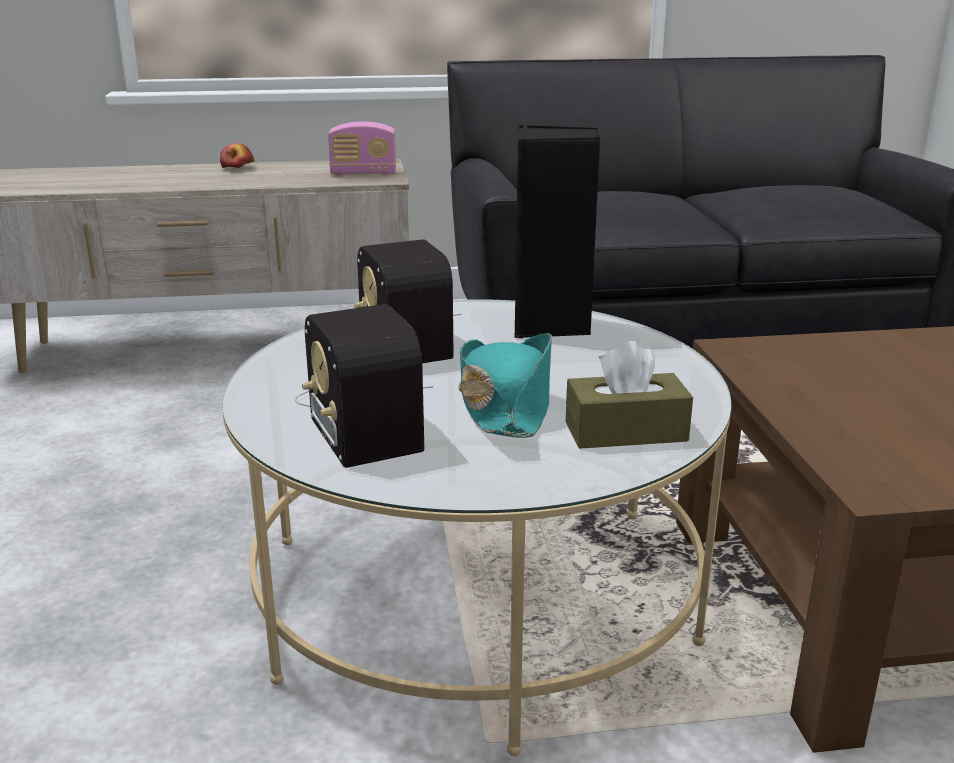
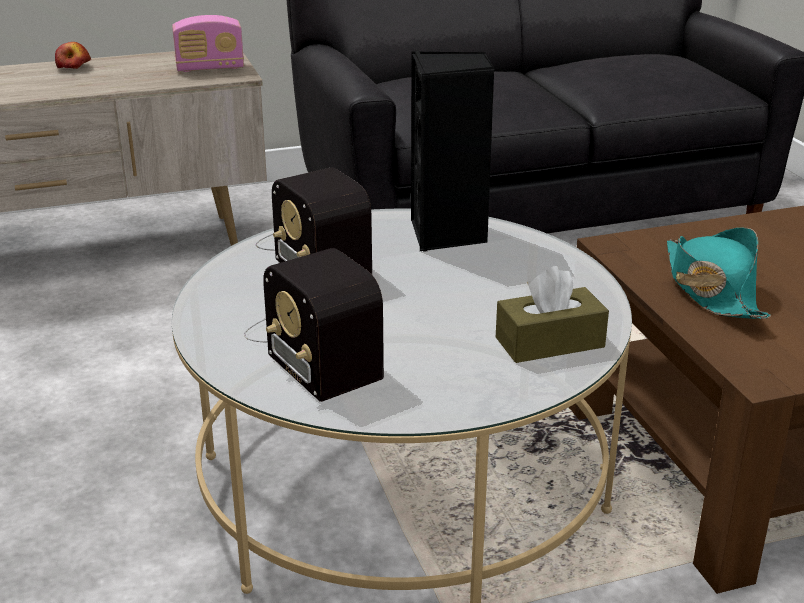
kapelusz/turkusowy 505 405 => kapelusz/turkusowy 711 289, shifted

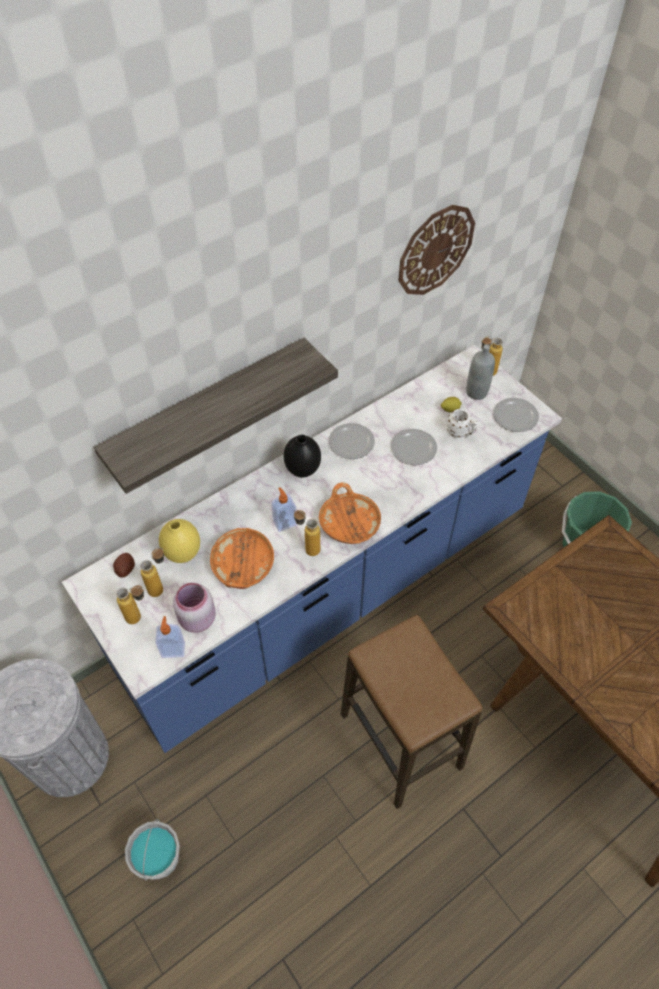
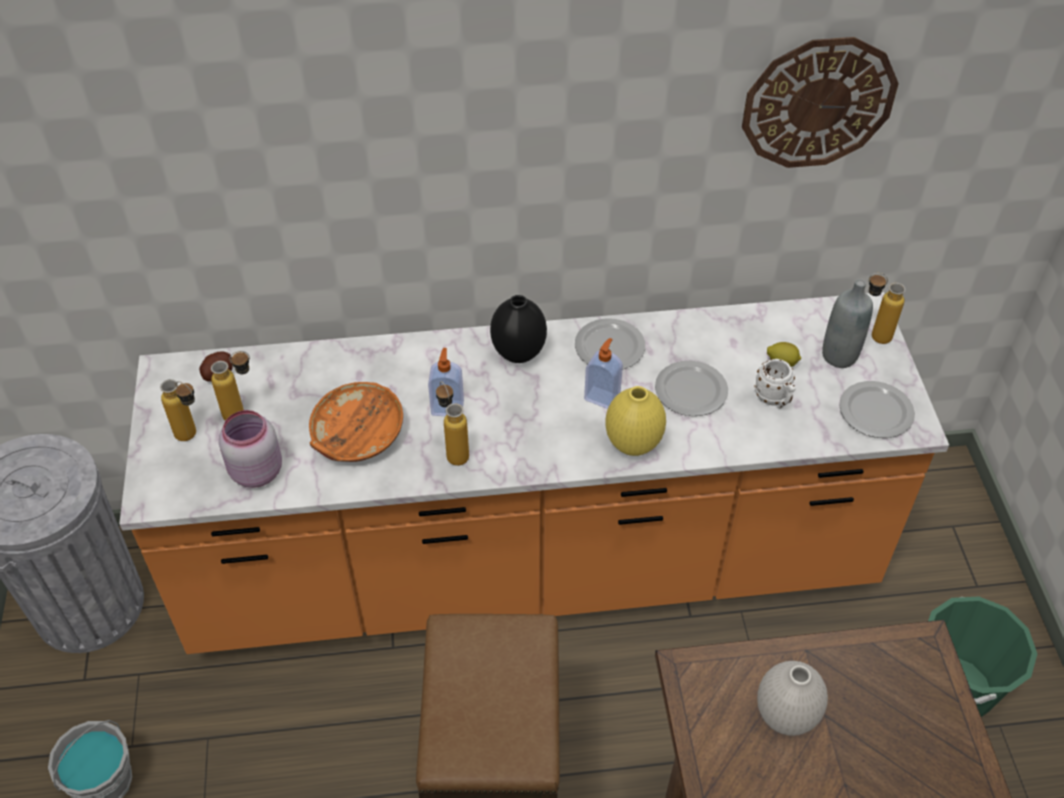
zabudowa kuchenna/niebieski 329 592 => zabudowa kuchenna/pomarańczowy 532 567
półka 208 409 => nothing
dozownik mydła 173 649 => dozownik mydła 602 397, shifted
wazon/żółty 183 553 => wazon/żółty 633 444, shifted
miska/pomarańczowy 349 523 => nothing
nothing => wazon/biały 786 717

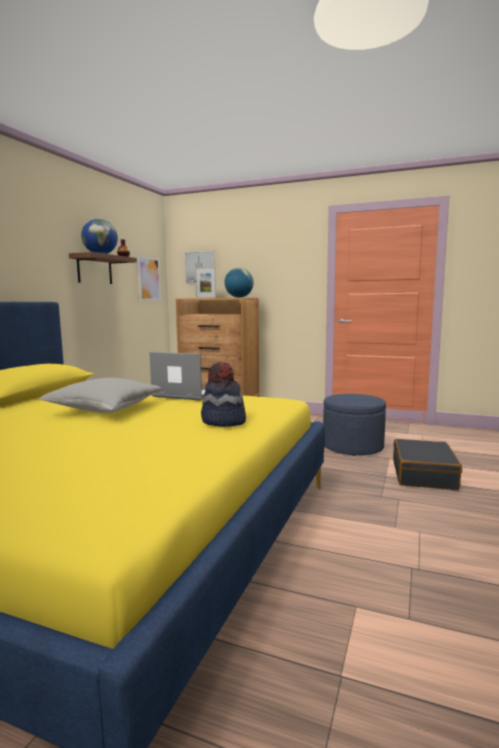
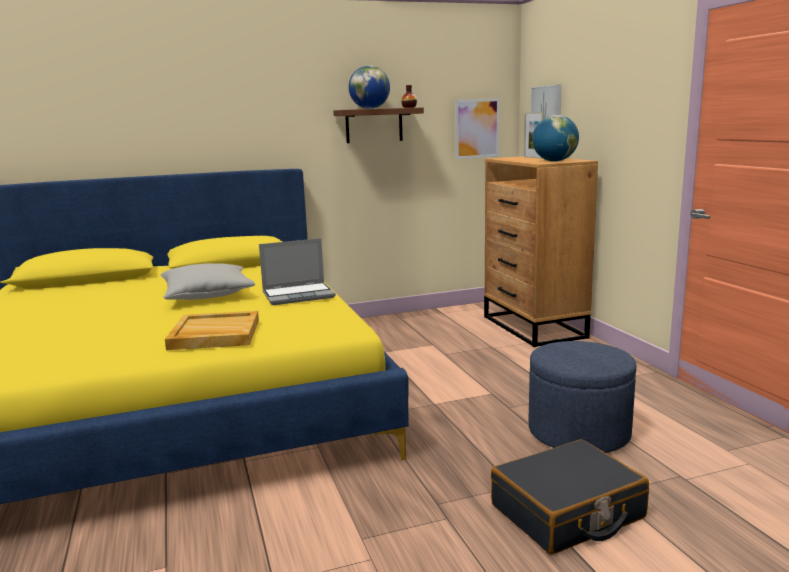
laptop 184 394 => laptop 299 295, 90 degrees clockwise
kapelusz 223 421 => taca/beżowy 214 334

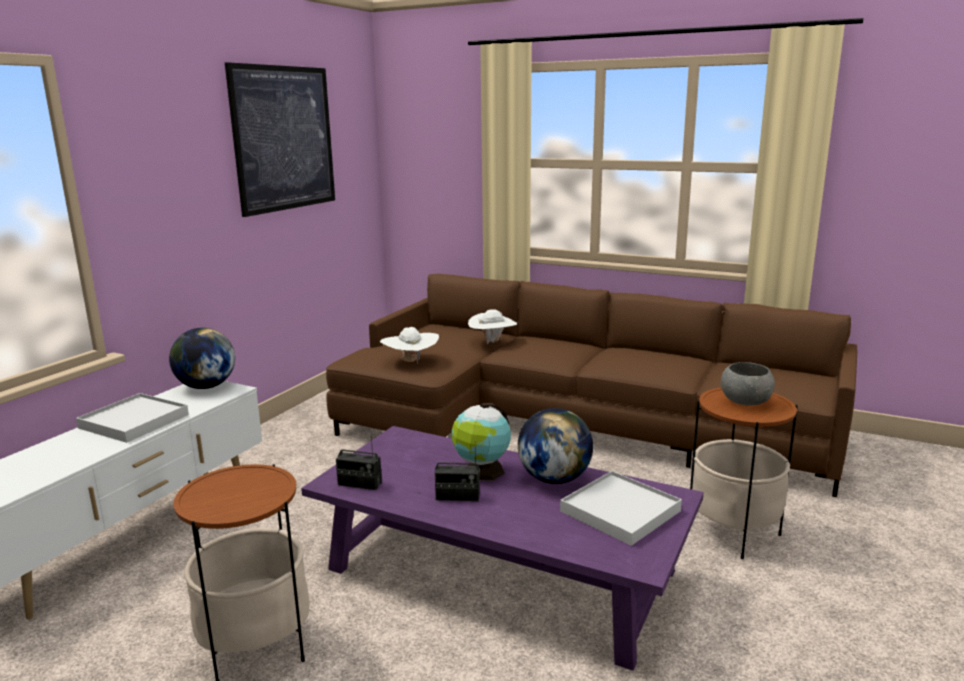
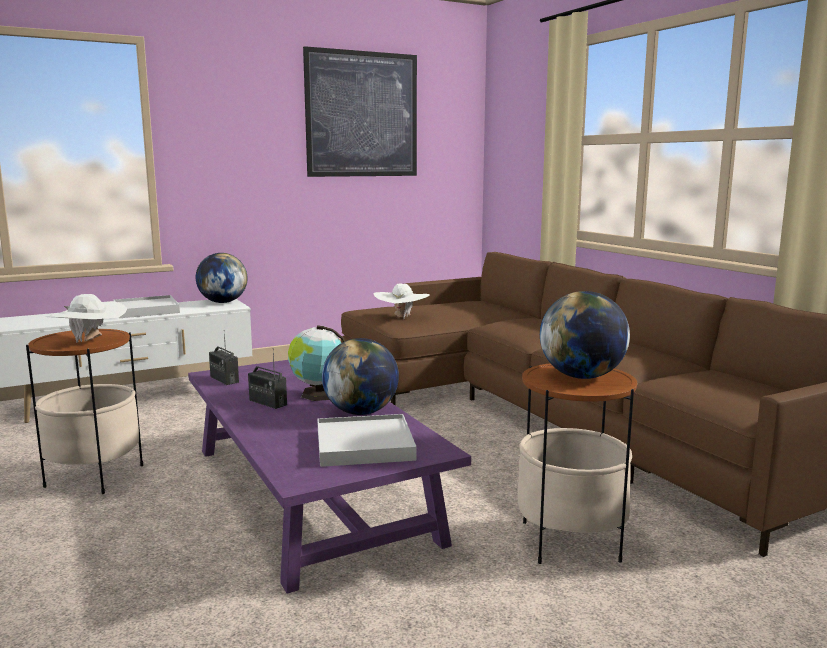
kapelusz/biały 492 342 => kapelusz/biały 90 342, shifted
miska/szary 745 401 => globus 582 376

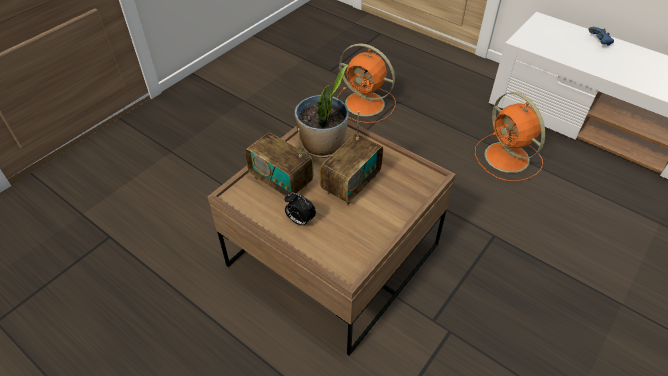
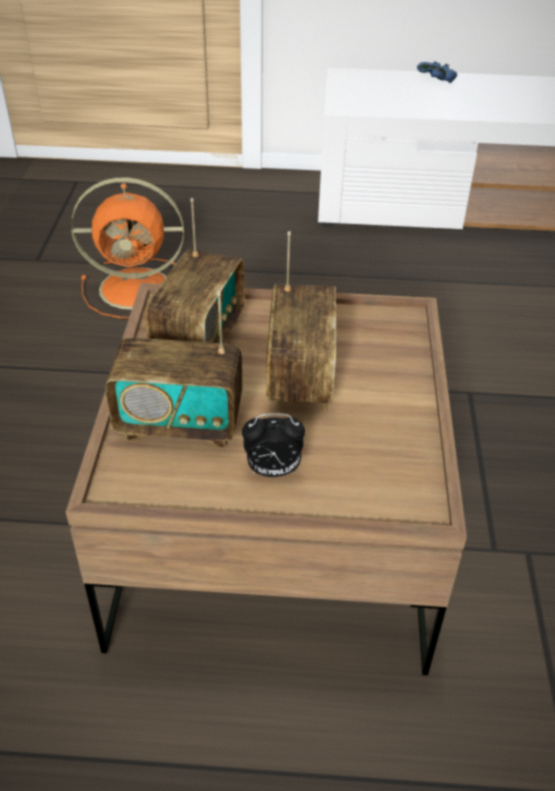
roślina doniczkowa 322 146 => radio 199 341
wentylator/pomarańczowy 508 158 => nothing

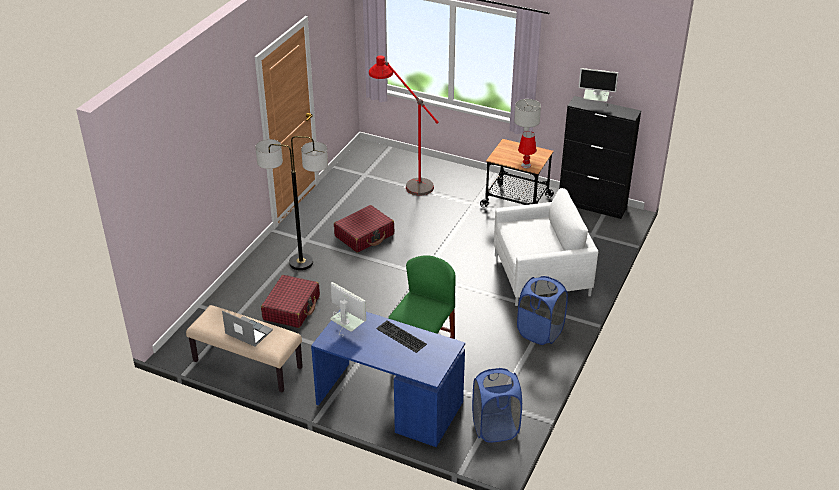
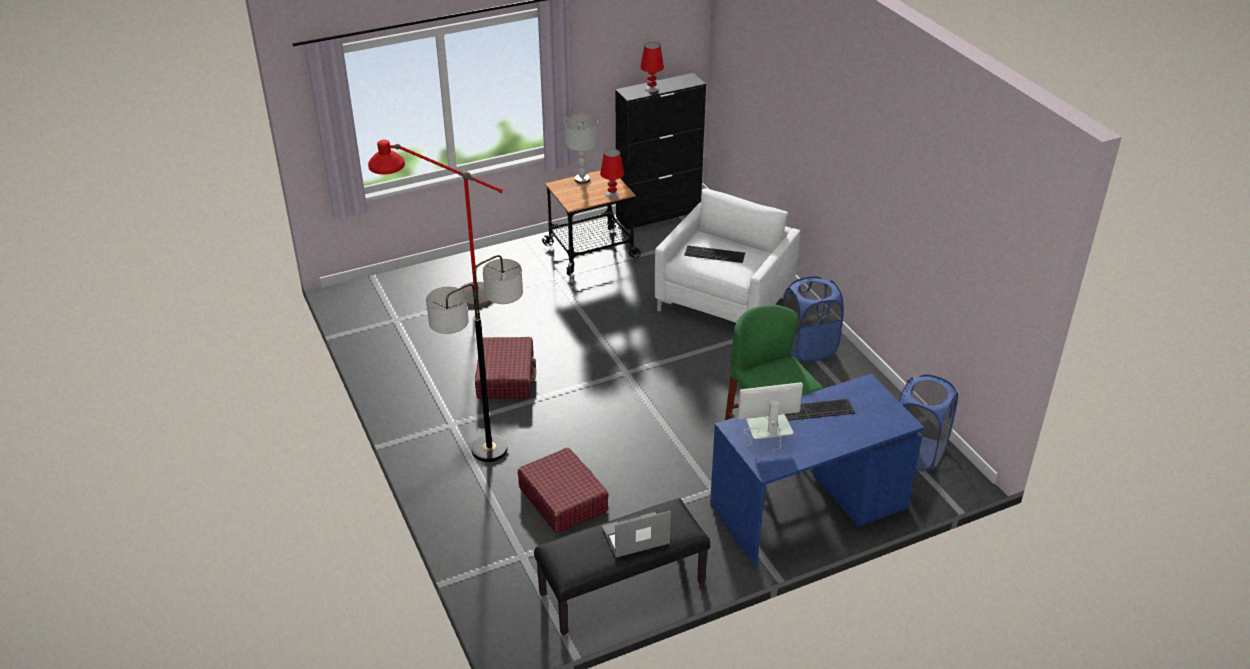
ławka/beżowy 247 365 => ławka/czarny 622 589
monitor 595 106 => lampa stołowa/czerwony 651 89
nothing => klawiatura 715 253

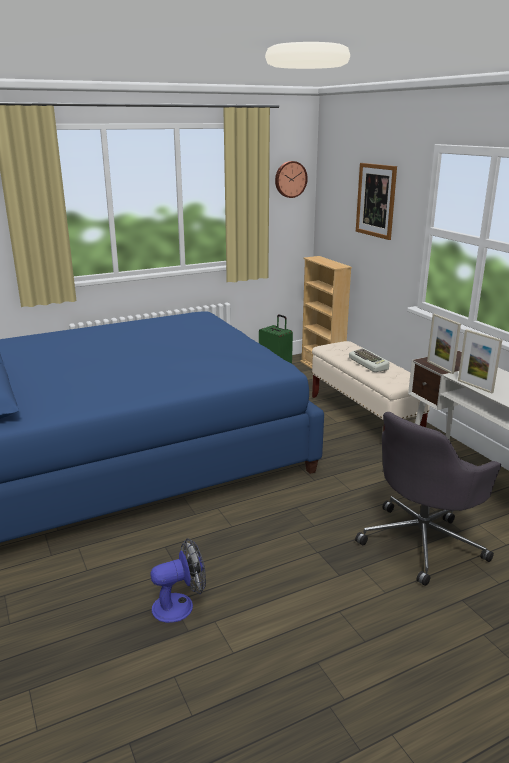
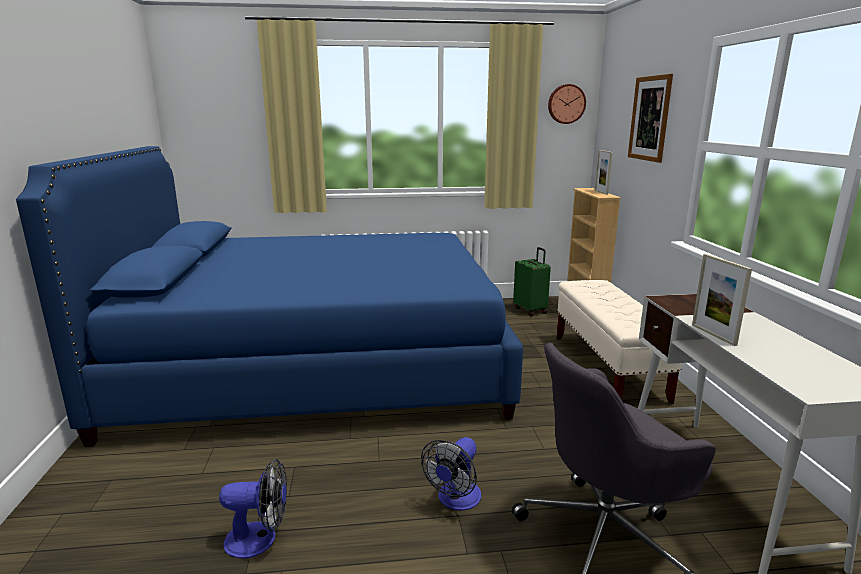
klawiatura 369 364 => nothing
ramka na zdjęcie 440 367 => ramka na zdjęcie 601 192, shifted
nothing => wentylator 455 500

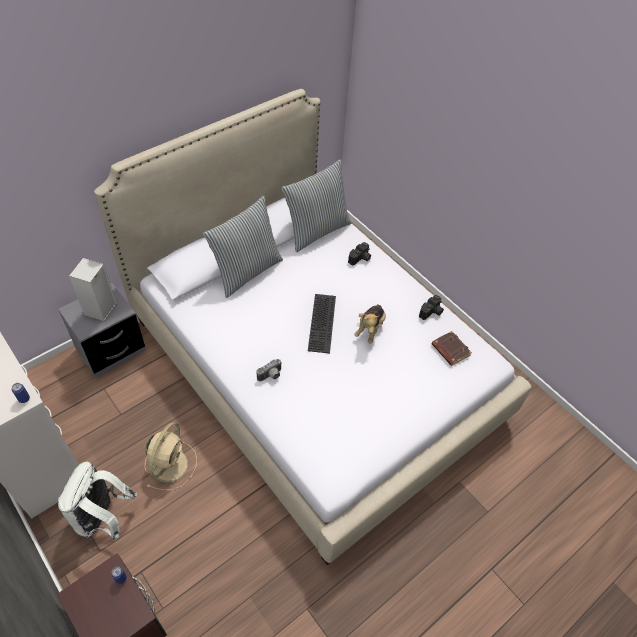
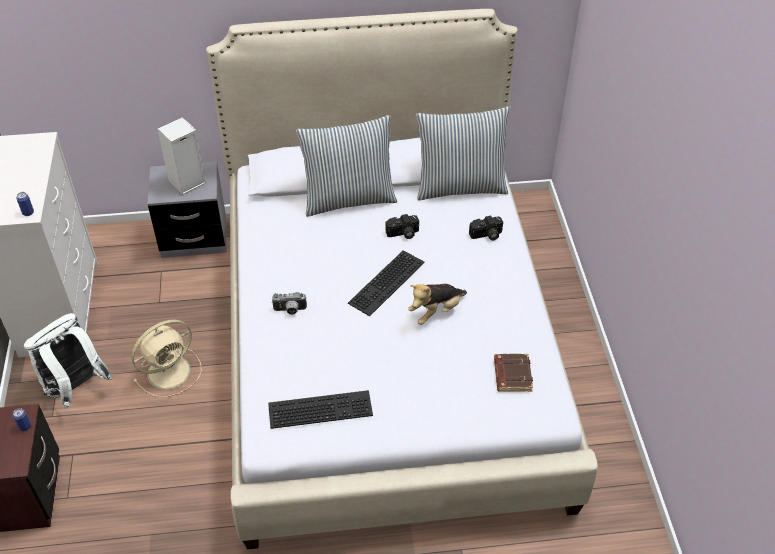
aparat fotograficzny 431 312 => aparat fotograficzny 403 234, shifted
nothing => klawiatura 321 407

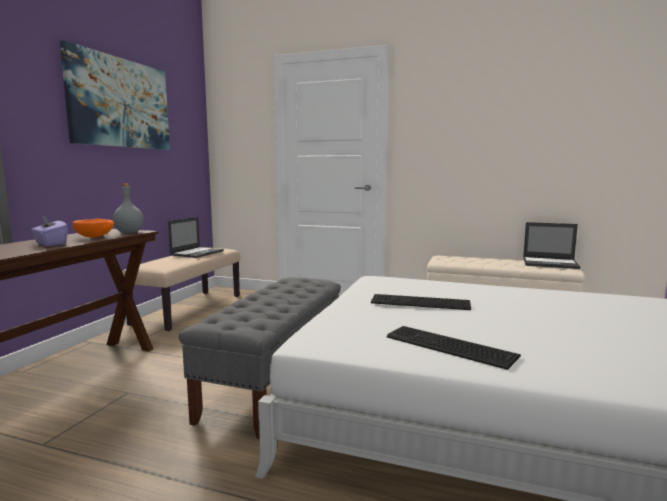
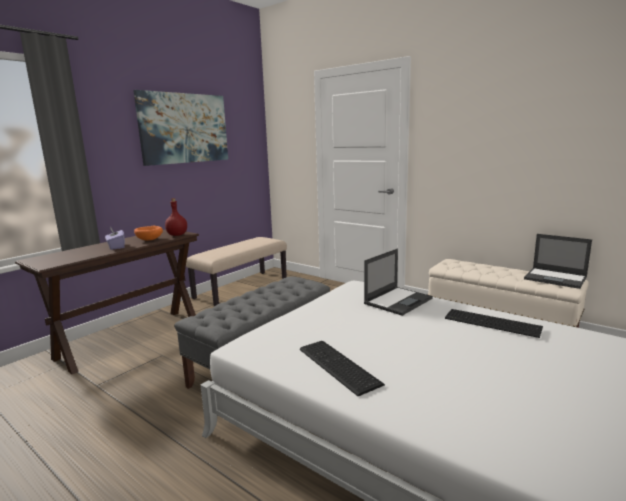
butelka/szary 129 232 => butelka/czerwony 177 235
laptop 197 253 => laptop 398 300, shifted
klawiatura 421 303 => klawiatura 493 323, shifted

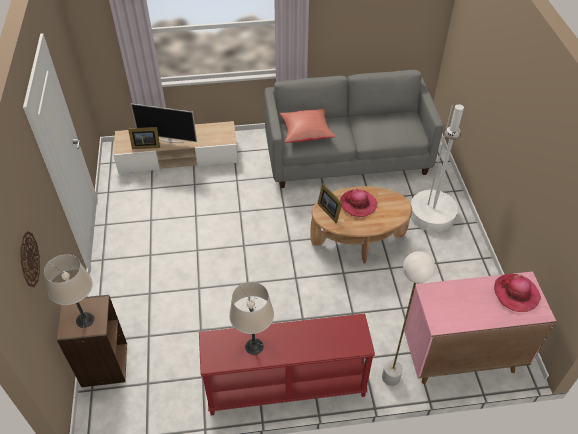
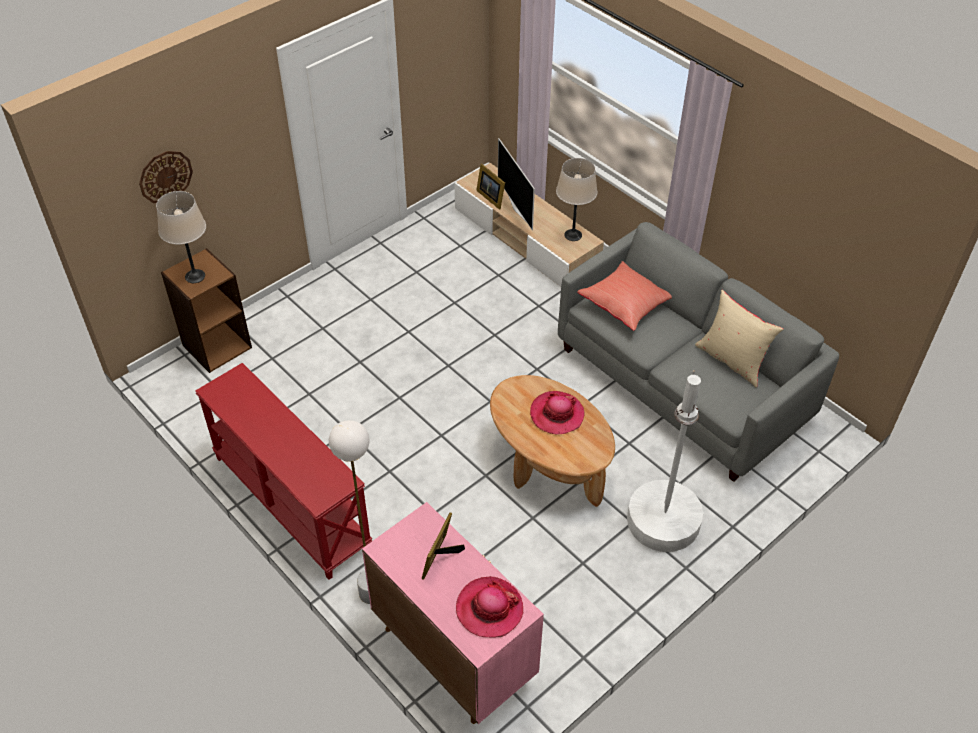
lampa stołowa/beżowy 254 346 => lampa stołowa/beżowy 573 235, shifted
ramka na zdjęcie 329 211 => ramka na zdjęcie 441 558, shifted
nothing => poduszka/beżowy 732 360

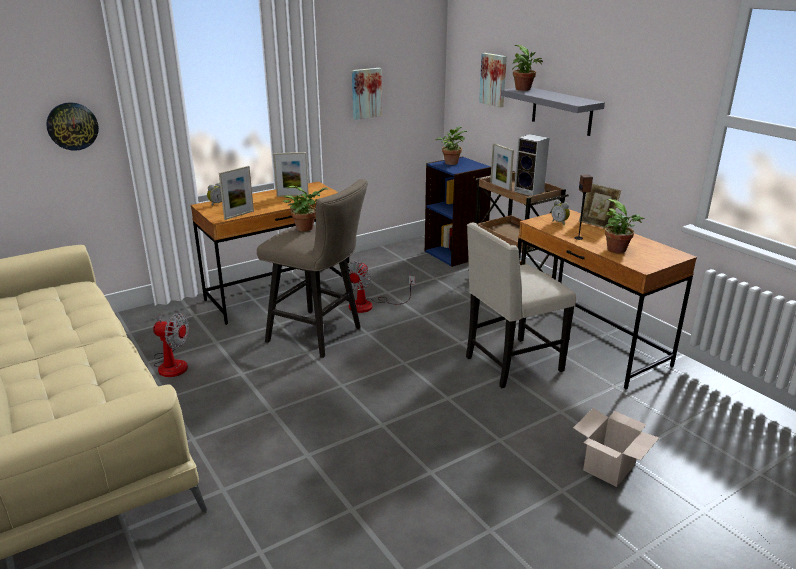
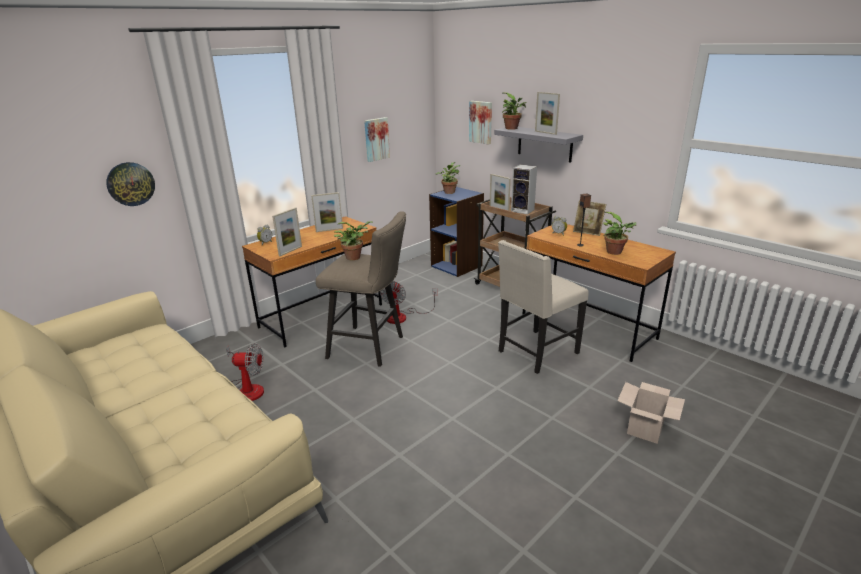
nothing => ramka na zdjęcie 545 133

